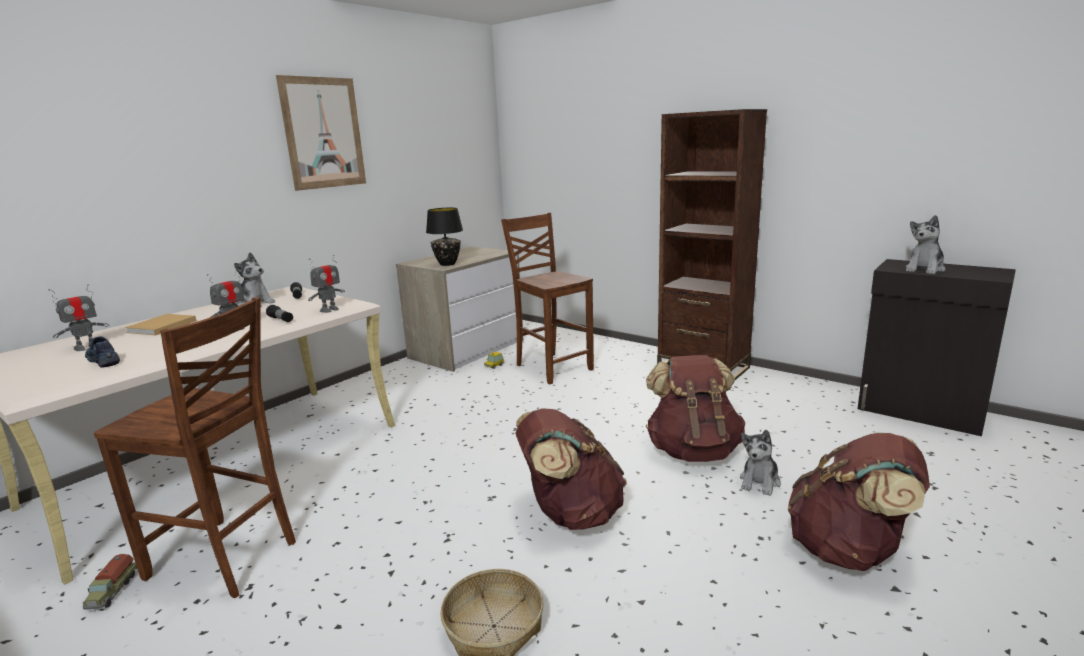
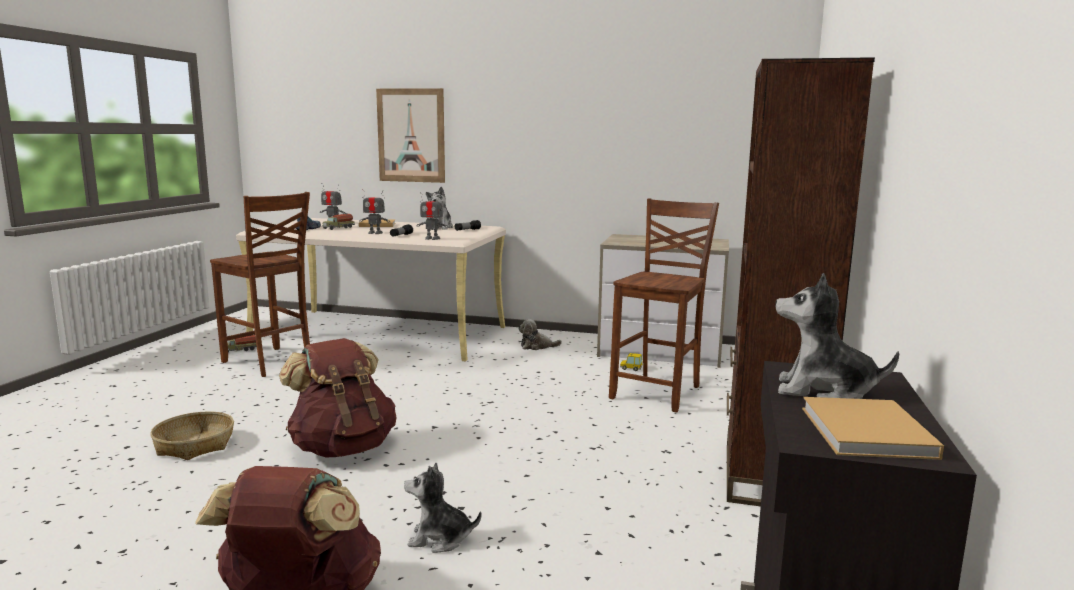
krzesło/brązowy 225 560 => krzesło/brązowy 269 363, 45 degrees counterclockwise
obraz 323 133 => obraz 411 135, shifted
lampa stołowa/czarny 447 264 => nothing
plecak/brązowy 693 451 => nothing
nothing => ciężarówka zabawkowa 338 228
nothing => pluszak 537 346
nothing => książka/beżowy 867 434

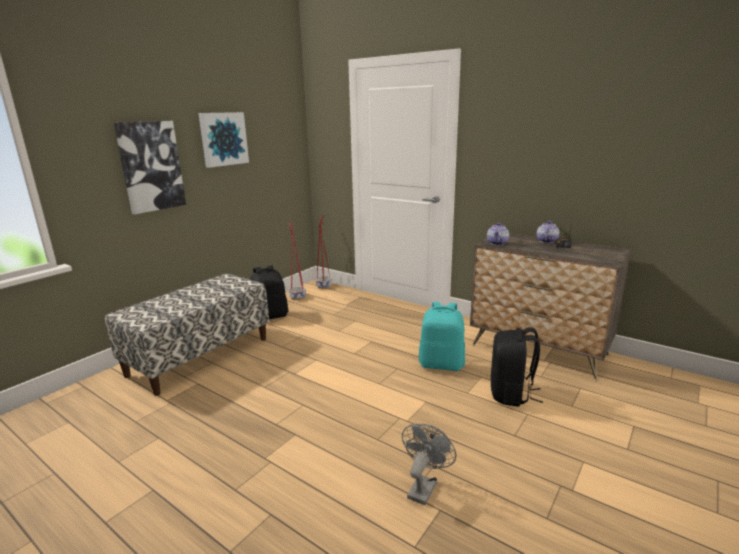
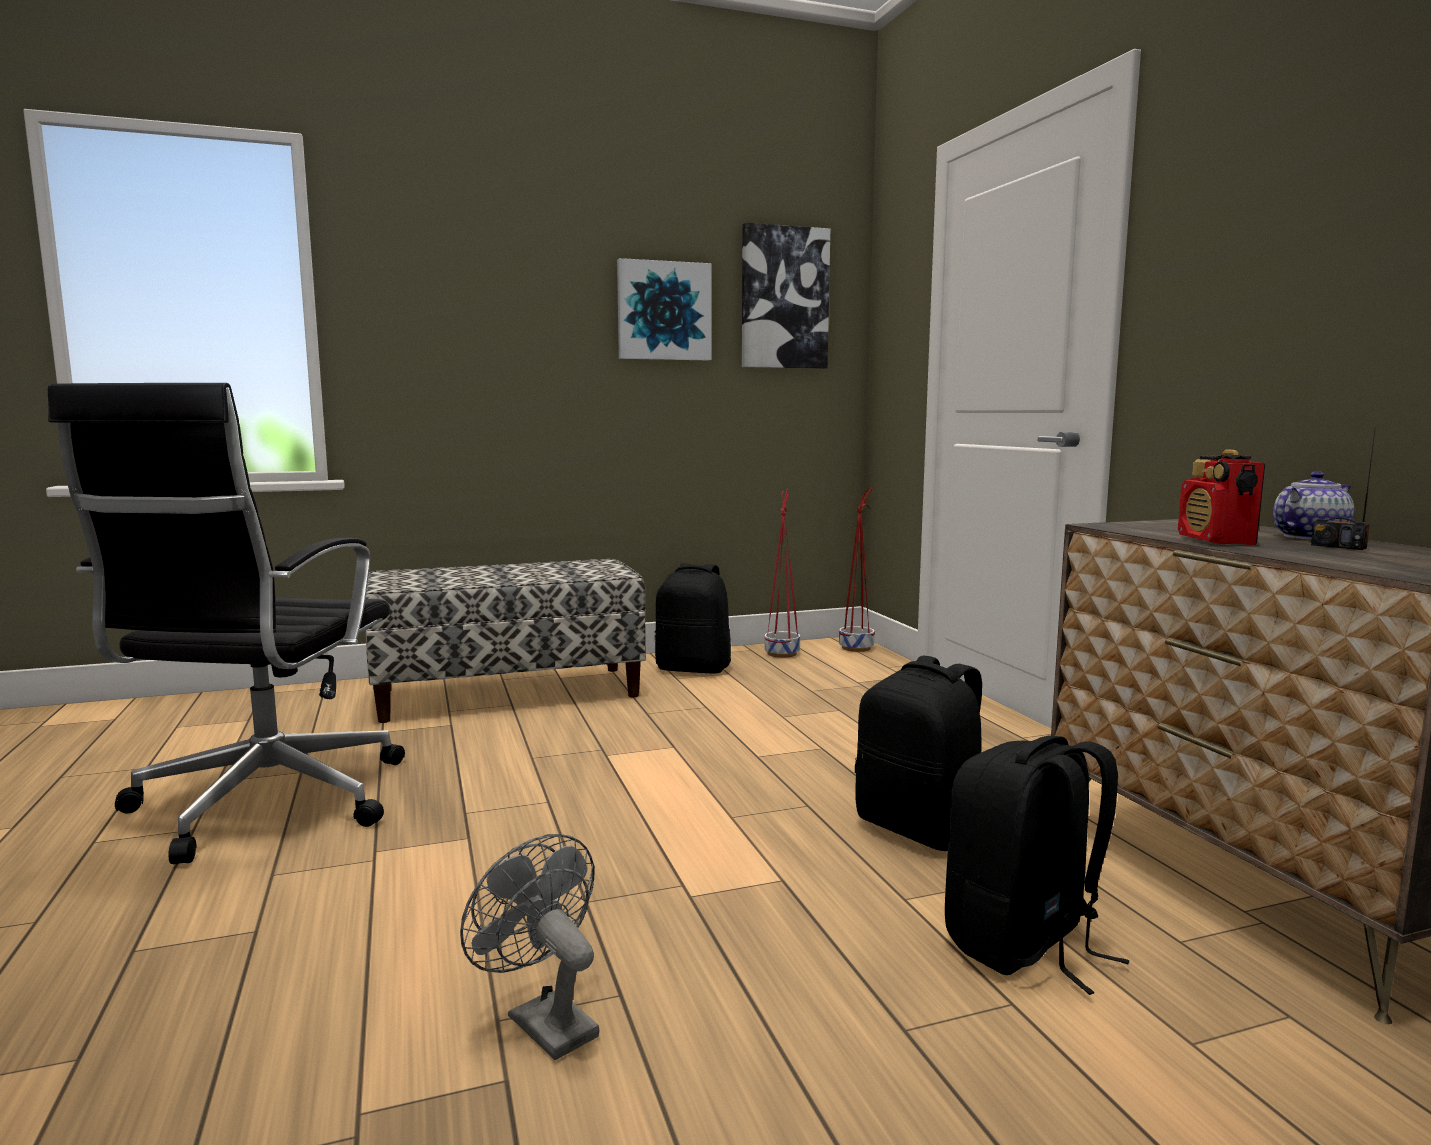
obraz 151 166 => obraz 784 298, shifted
wentylator/szary 424 486 => wentylator/szary 543 1021, 105 degrees counterclockwise
plecak/turkusowy 441 364 => plecak/czarny 921 829
imbryk 497 243 => nothing
nothing => krzesło biurowe/czarny 264 804
nothing => radio 1216 541

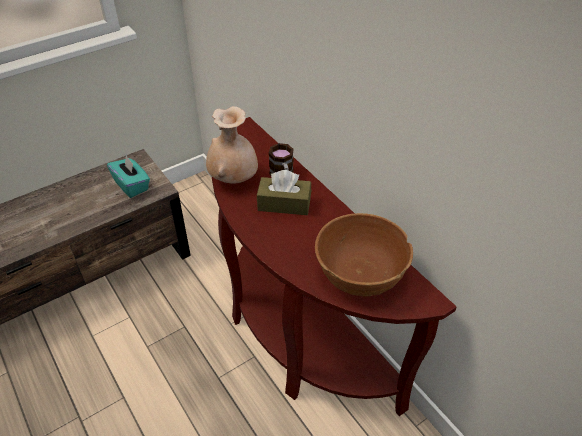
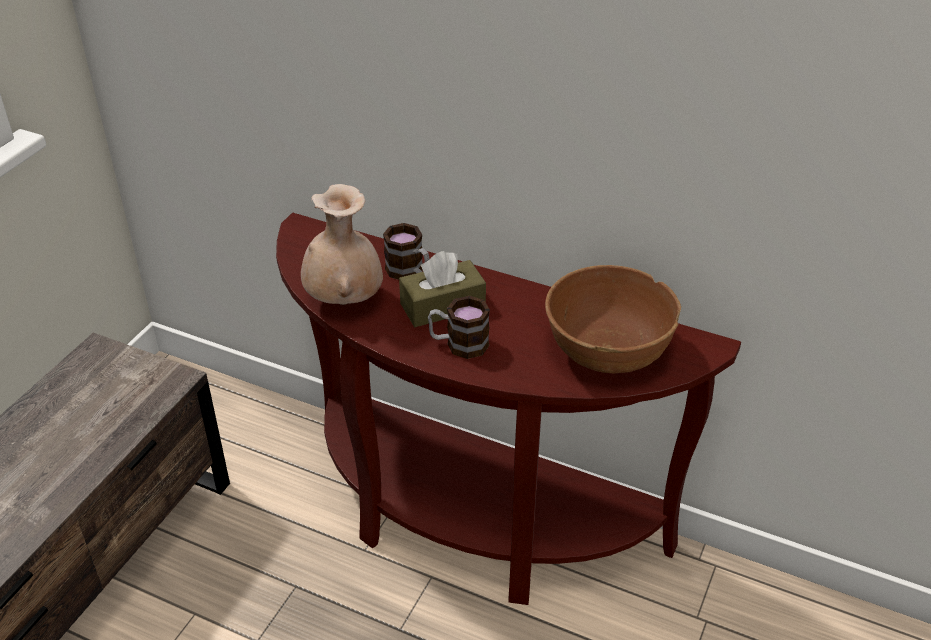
pudełko chusteczek/turkusowy 132 185 => nothing
nothing => kubek 458 344

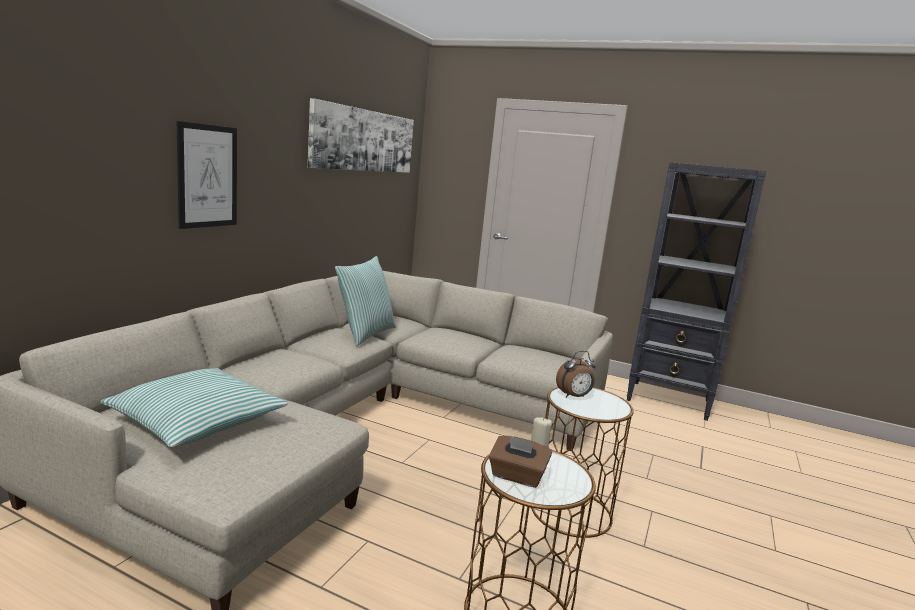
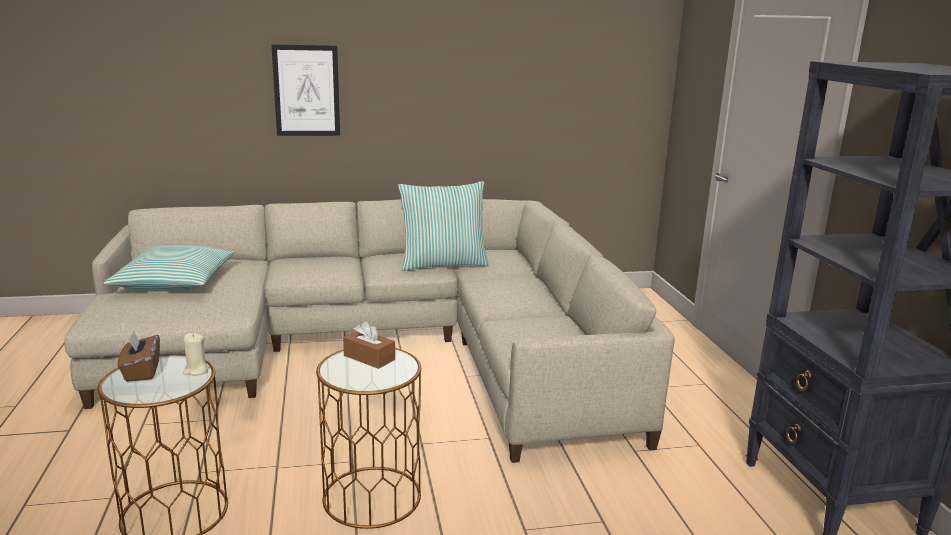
obraz 364 140 => nothing
budzik 574 396 => pudełko chusteczek/brązowy 369 357

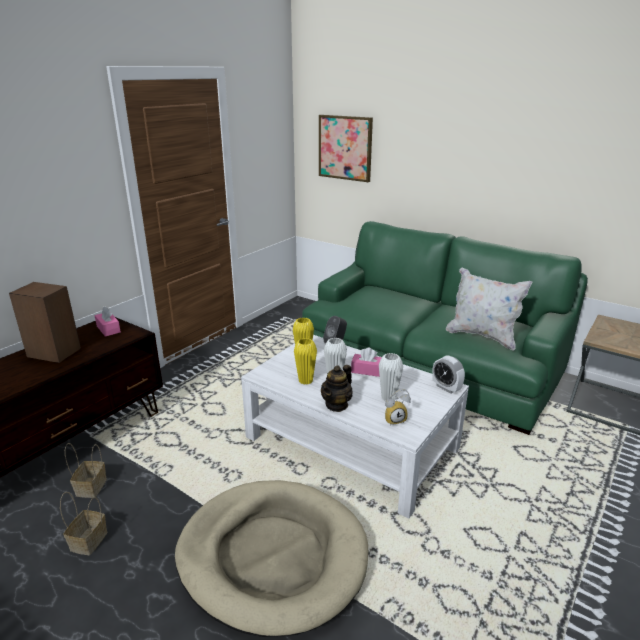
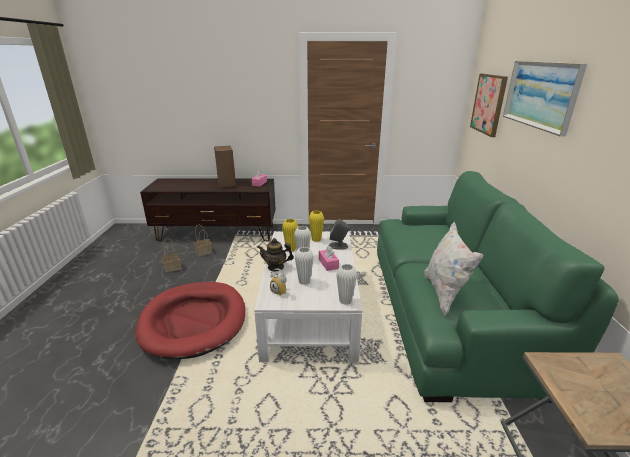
legowisko/beżowy 272 556 => legowisko/czerwony 194 321
budzik 446 388 => wazon/biały 345 301
nothing => obraz 540 94

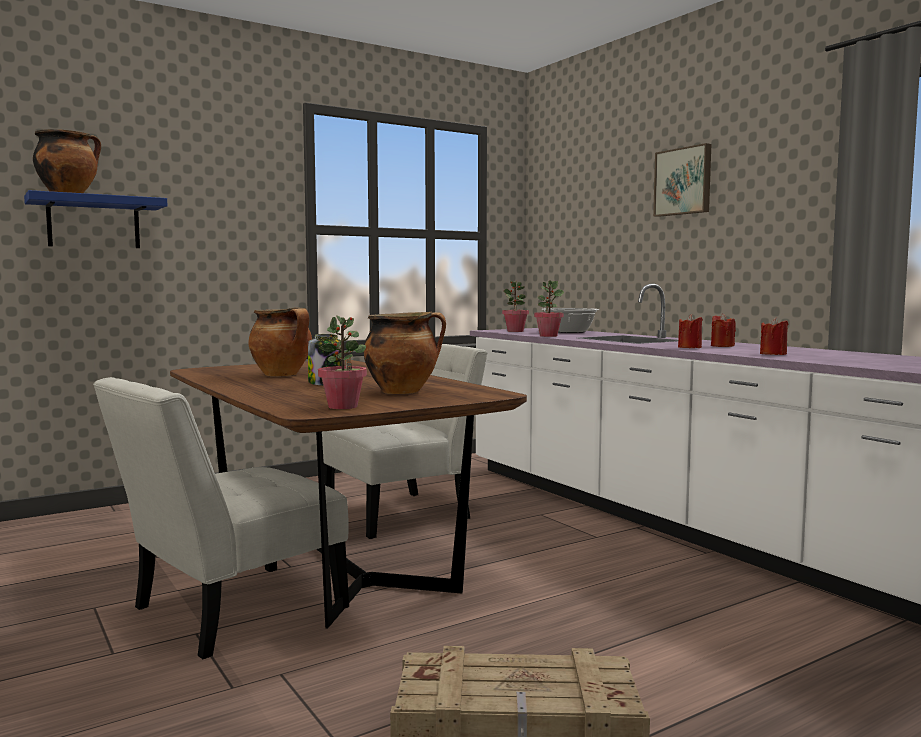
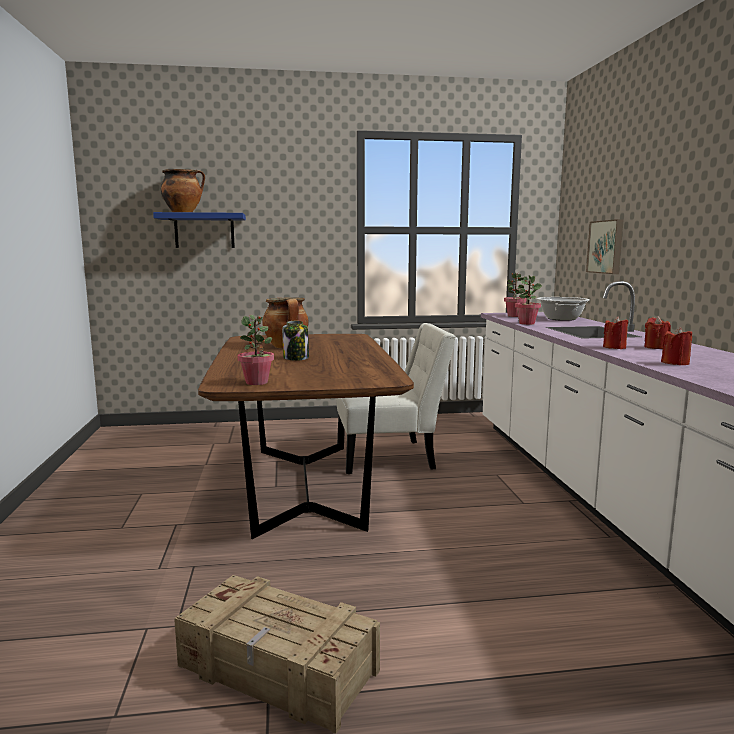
krzesło/biały 229 612 => nothing
garnek 403 392 => nothing
obraz 684 181 => obraz 606 247, shifted

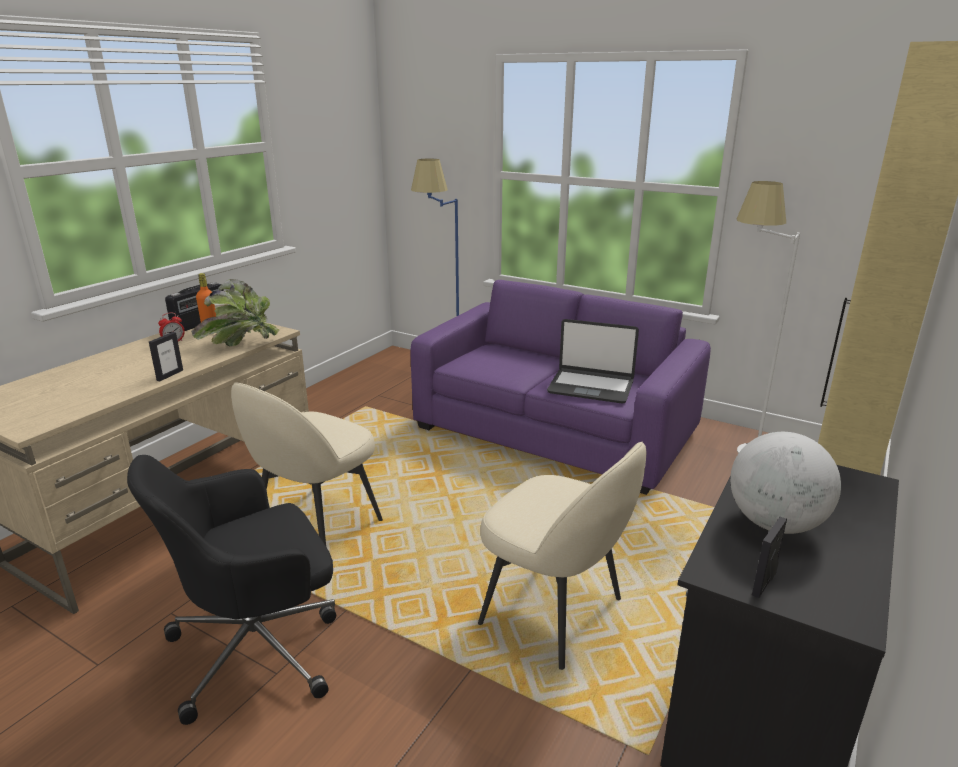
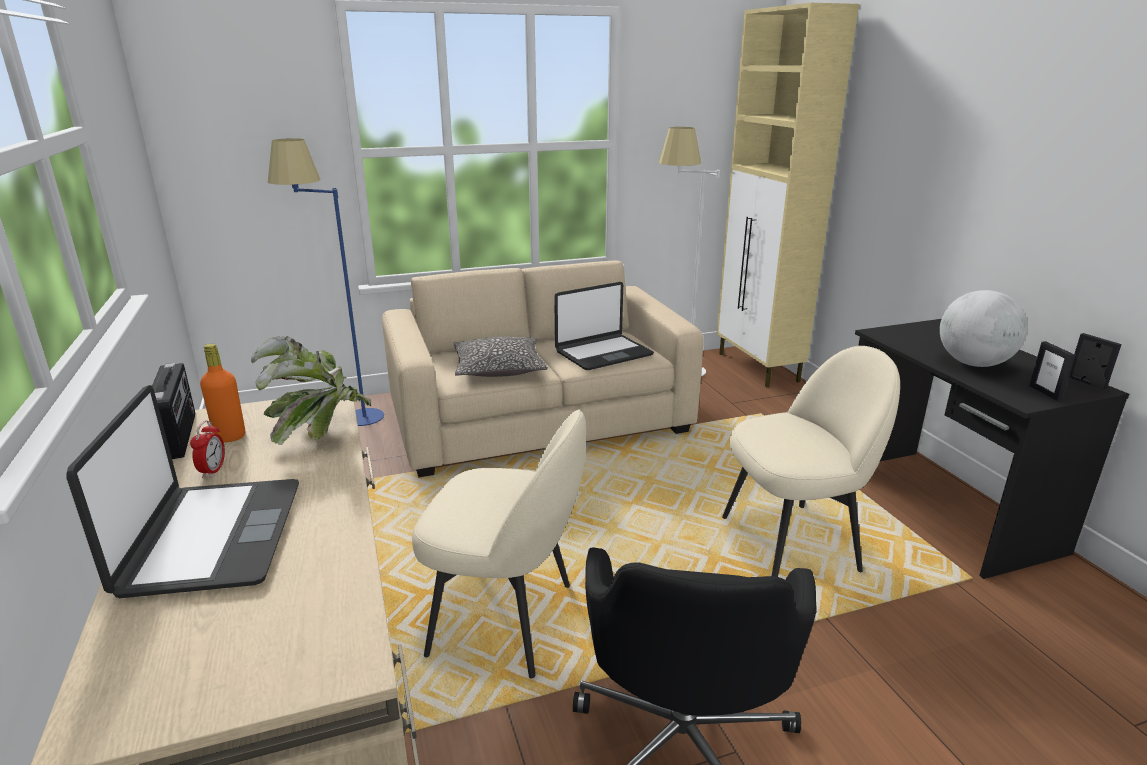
ramka na zdjęcie 170 375 => ramka na zdjęcie 1086 383, shifted
krzesło/beżowy 316 526 => krzesło/beżowy 506 621, 60 degrees counterclockwise
kanapa/fioletowy 555 429 => kanapa/beżowy 539 419
nothing => laptop 211 537
nothing => poduszka 499 368

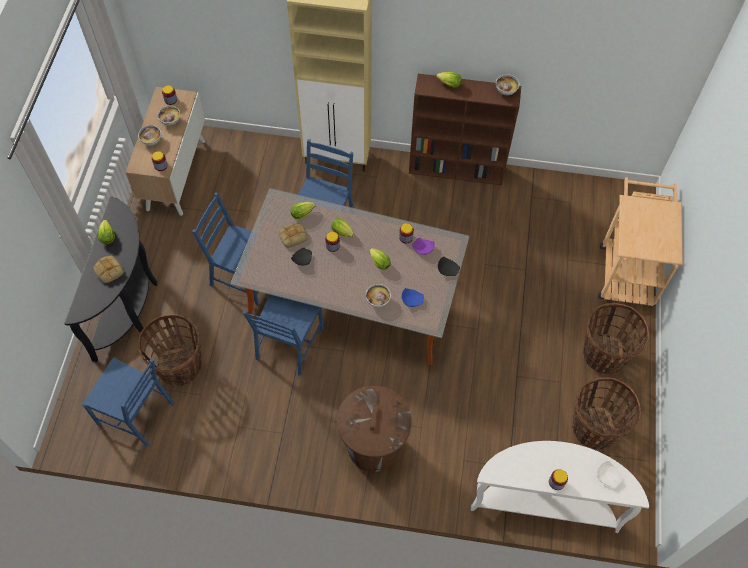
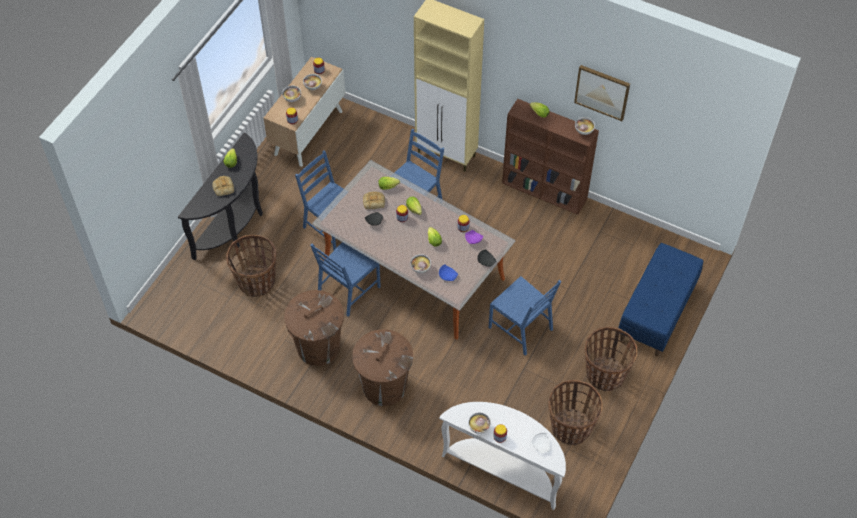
krzesło/niebieski 137 413 => krzesło/niebieski 521 328, shifted
wózek/beżowy 626 268 => ławka/niebieski 657 312
nothing => kosz na śmieci/brązowy 318 347
nothing => miska 479 427
nothing => obraz 602 92

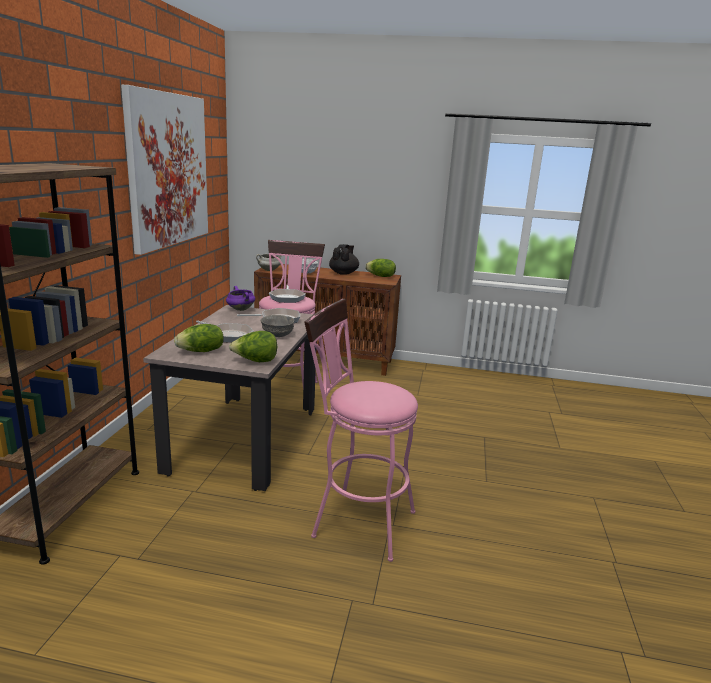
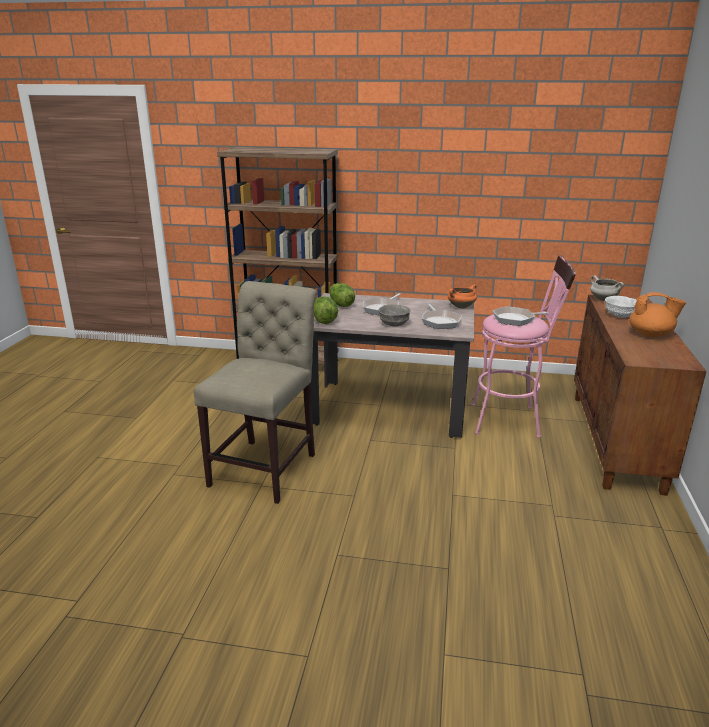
obraz 168 170 => nothing
garnek/fioletowy 240 309 => garnek/pomarańczowy 461 307
stołek/różowy 355 521 => krzesło/beżowy 267 466
imbryk/czarny 343 273 => imbryk/pomarańczowy 651 334
sałata 381 276 => nothing

